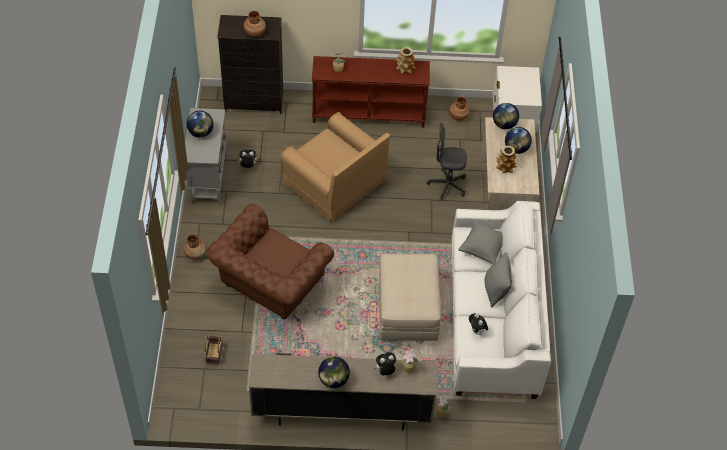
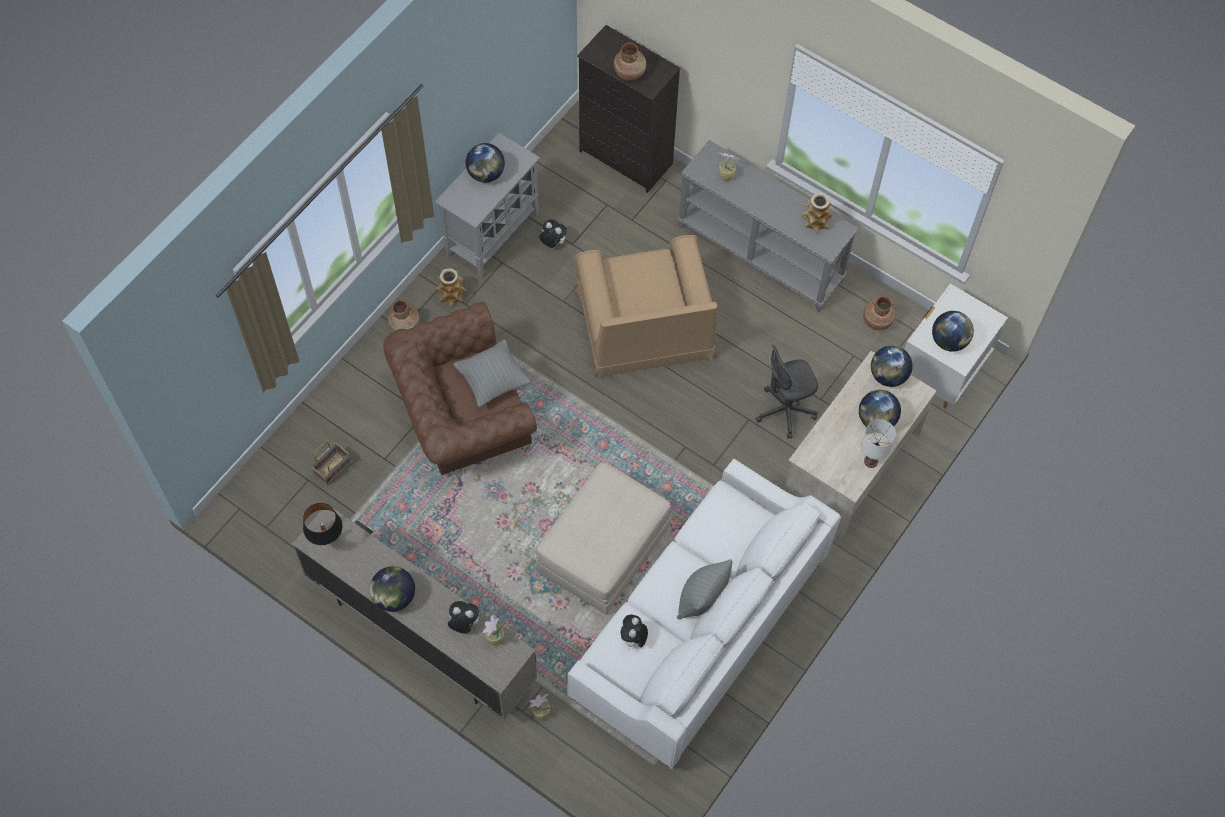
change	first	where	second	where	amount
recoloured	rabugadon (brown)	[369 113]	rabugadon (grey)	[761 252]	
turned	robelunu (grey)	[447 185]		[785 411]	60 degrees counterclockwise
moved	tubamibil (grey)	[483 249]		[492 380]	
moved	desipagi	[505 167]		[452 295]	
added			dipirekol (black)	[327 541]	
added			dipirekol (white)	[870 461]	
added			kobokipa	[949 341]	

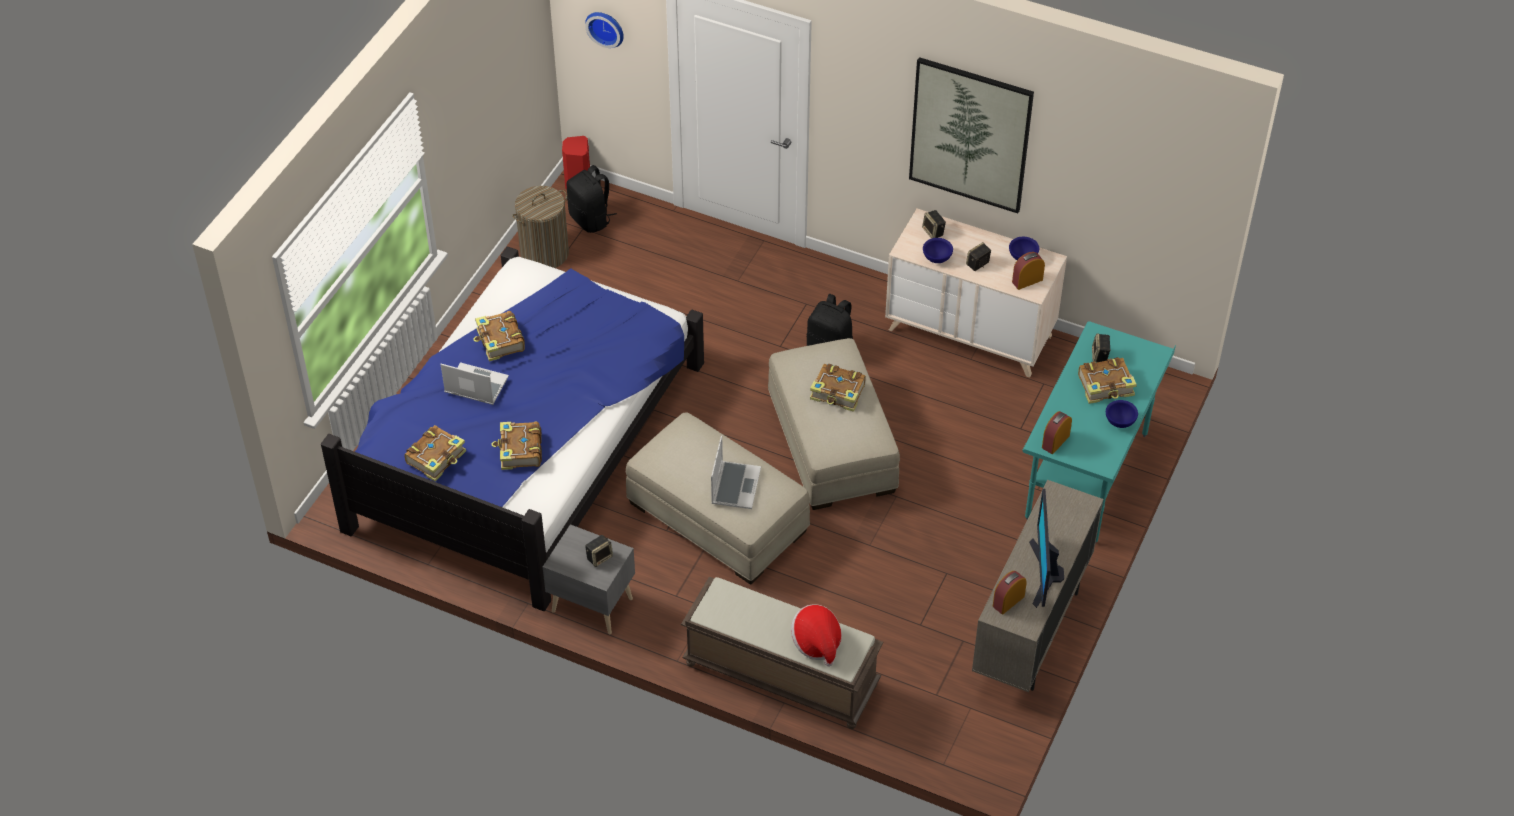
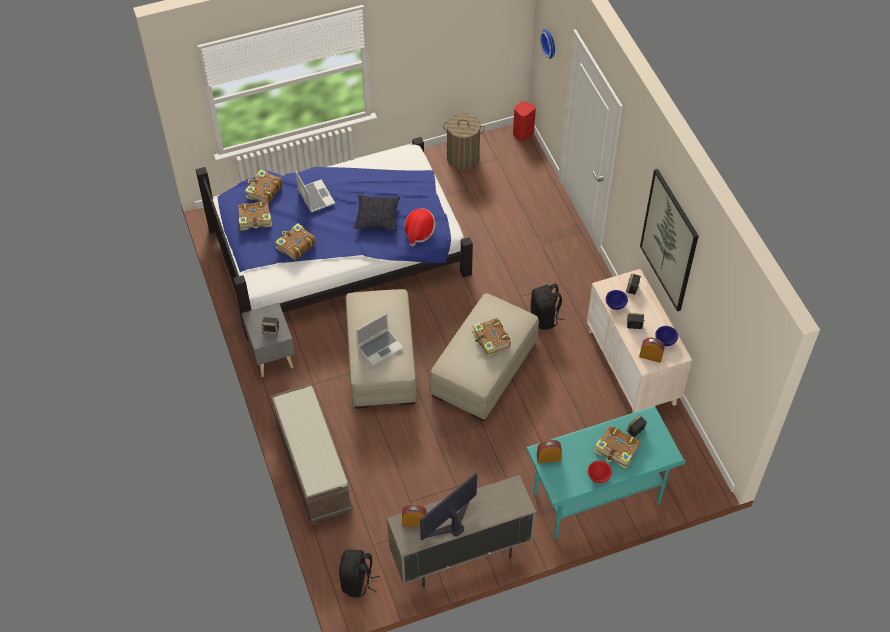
change	first	where	second	where	amount
moved	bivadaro	[500 342]		[263 191]	
moved	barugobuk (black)	[591 219]		[357 582]	
moved	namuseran	[816 643]		[419 232]	
recoloured	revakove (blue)	[1119 421]	revakove (red)	[598 476]	
added			tubamibil	[377 217]	

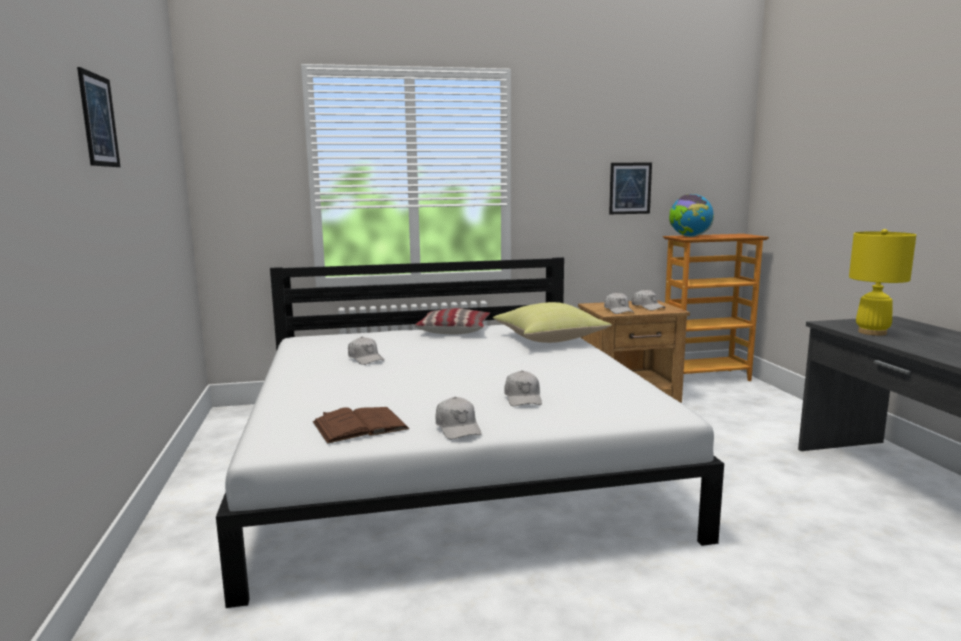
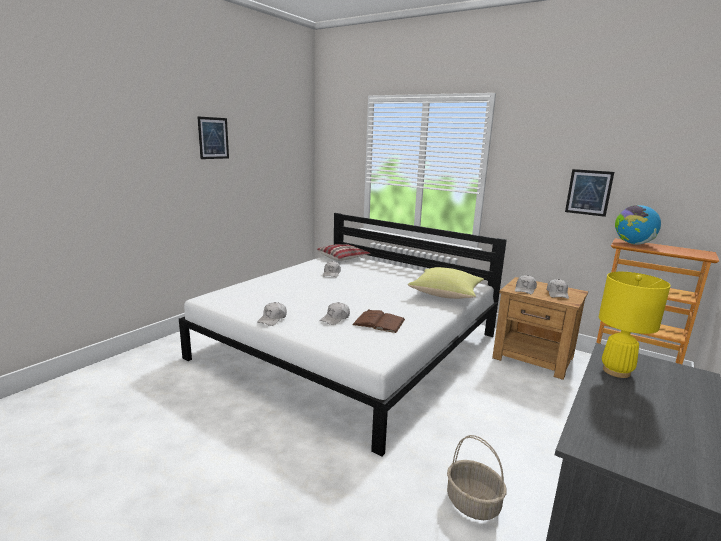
change	first	where	second	where	amount
moved	bivadaro (brown)	[360 425]		[379 322]	
moved	tubamibil	[454 330]		[343 257]	
added			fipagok	[473 503]	

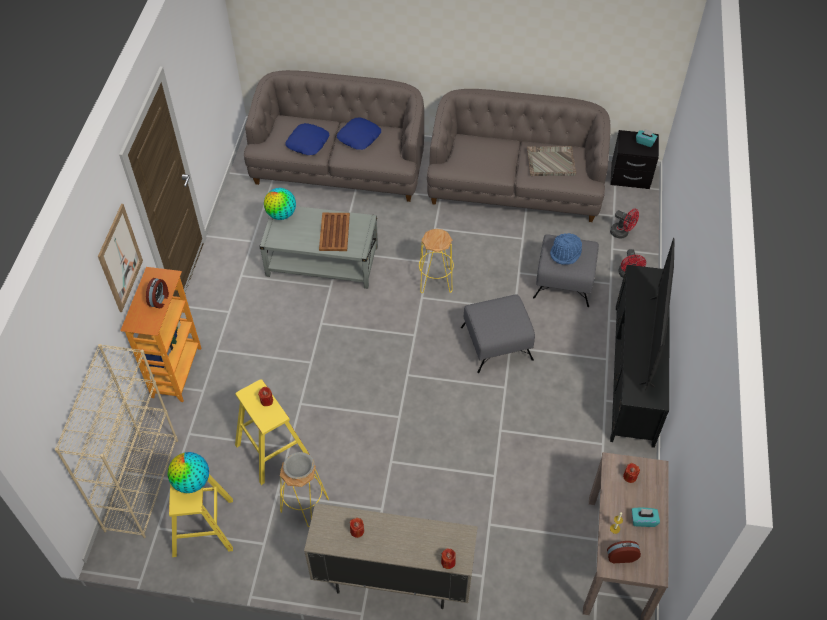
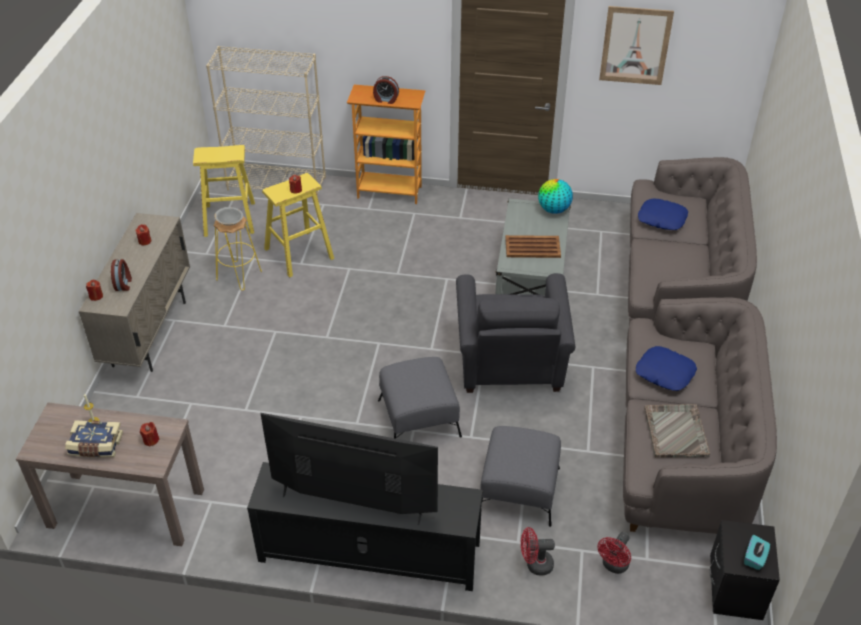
change	first	where	second	where	amount
moved	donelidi	[120 258]		[635 45]	
removed	kobokipa	[192 482]			
moved	tubamibil (blue)	[359 137]		[664 373]	
replaced	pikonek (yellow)	[435 281]	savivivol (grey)	[509 366]	
removed	namuseran (blue)	[565 253]			
moved	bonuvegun	[621 556]		[124 284]	
replaced	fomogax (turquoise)	[643 520]	bivadaro	[96 446]	

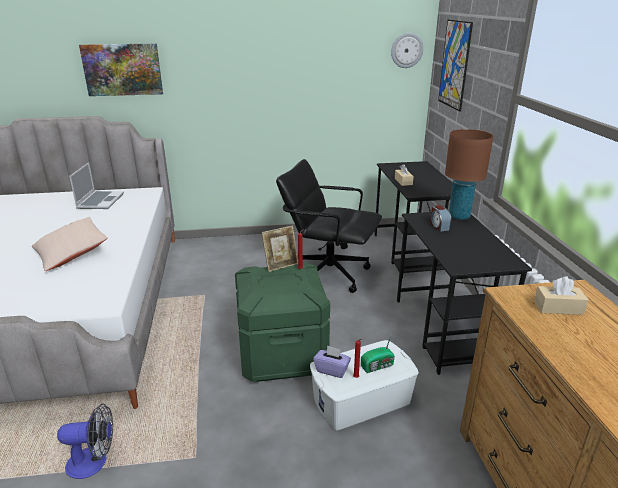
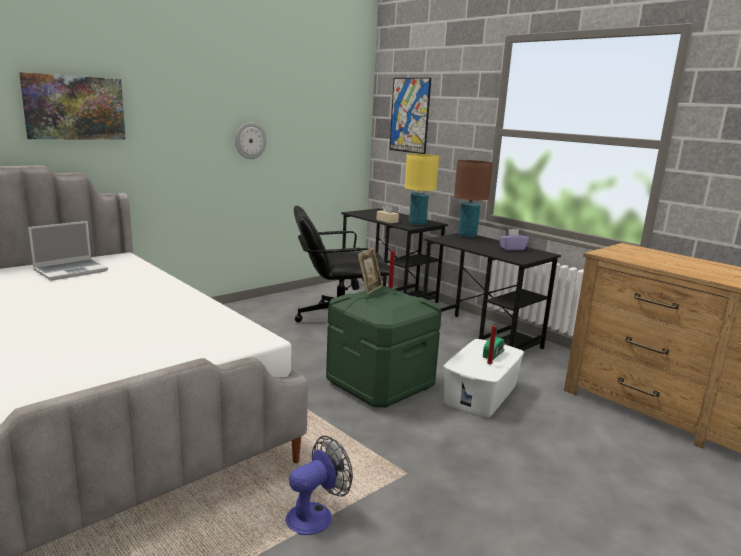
change	first	where	second	where	amount
removed	tubamibil (beige)	[71 253]			
turned	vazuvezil	[100 201]		[71 270]	75 degrees clockwise
moved	fomogax (purple)	[332 370]		[512 248]	
moved	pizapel	[406 50]		[250 140]	
removed	bonuvegun	[439 226]			
removed	fomogax (beige)	[558 307]			
added			dipirekol (yellow)	[417 223]	

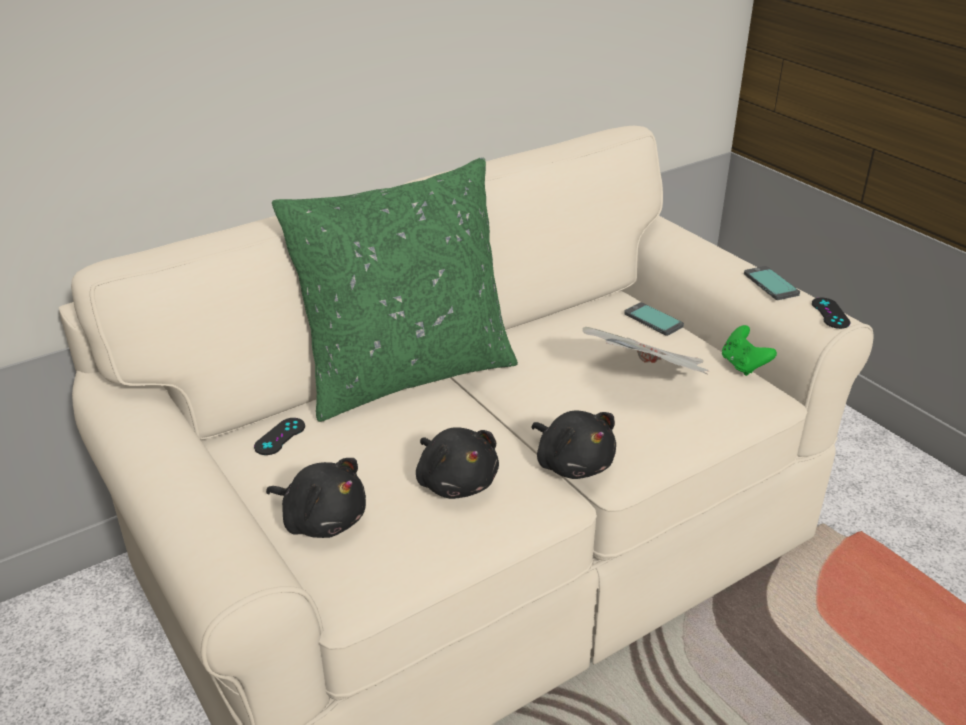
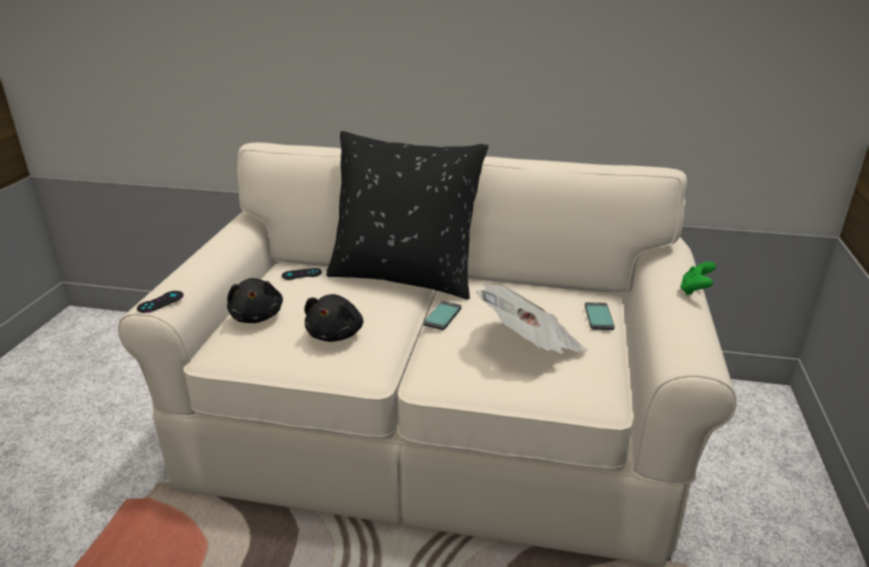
change	first	where	second	where	amount
recoloured	tubamibil (green)	[407 374]	tubamibil (black)	[405 276]	
removed	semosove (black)	[572 463]			
moved	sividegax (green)	[743 365]		[695 290]	
moved	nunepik	[770 284]		[442 316]	
moved	sividegax (black)	[830 313]		[160 302]	

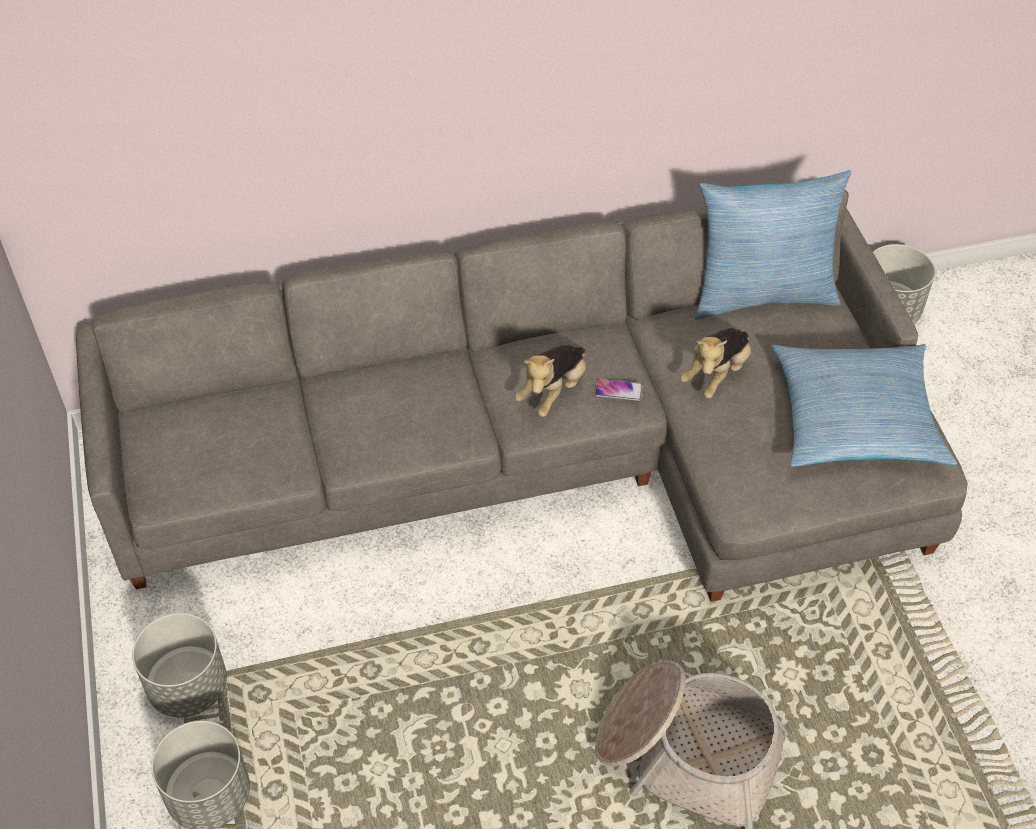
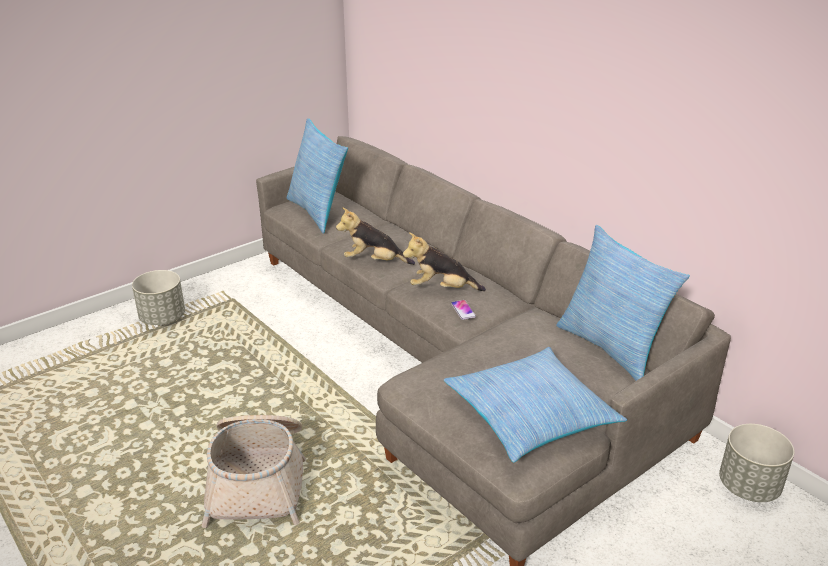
change	first	where	second	where	amount
removed	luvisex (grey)	[188 687]			
moved	semosove	[716 374]		[374 261]	
added			tubamibil	[318 212]	

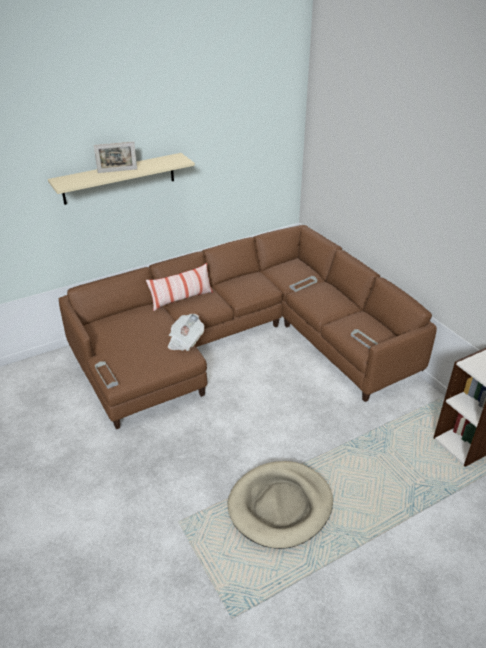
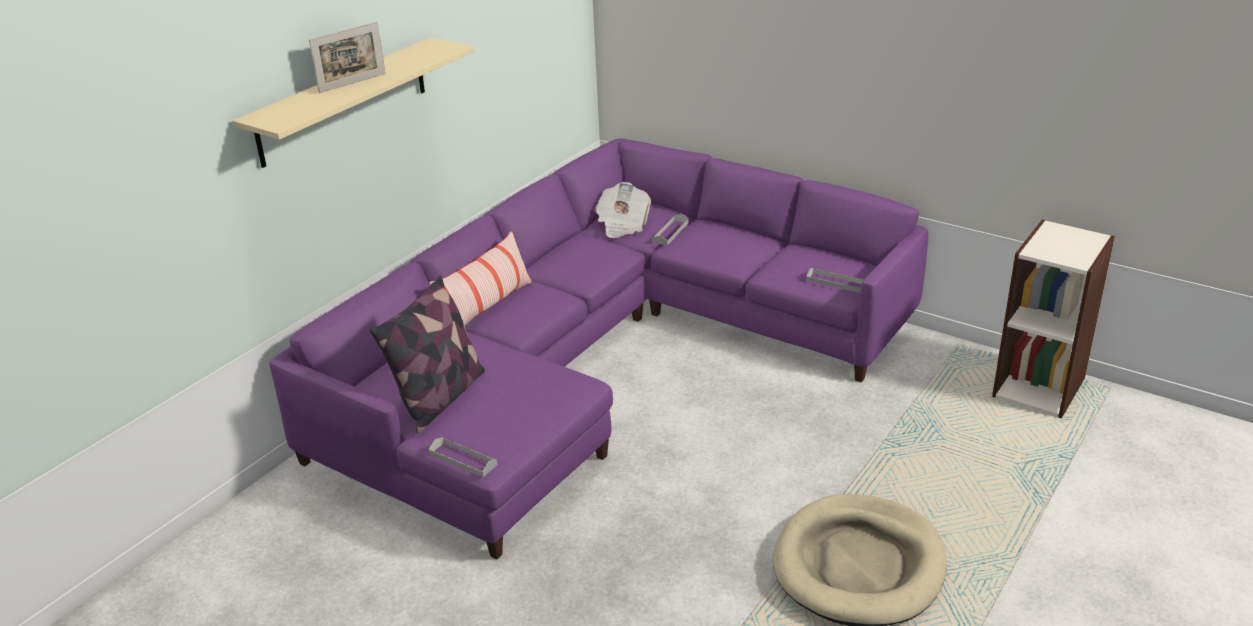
change	first	where	second	where	amount
recoloured	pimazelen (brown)	[242 341]	pimazelen (purple)	[602 358]	
moved	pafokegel	[185 341]		[622 225]	
added			tubamibil	[439 398]	

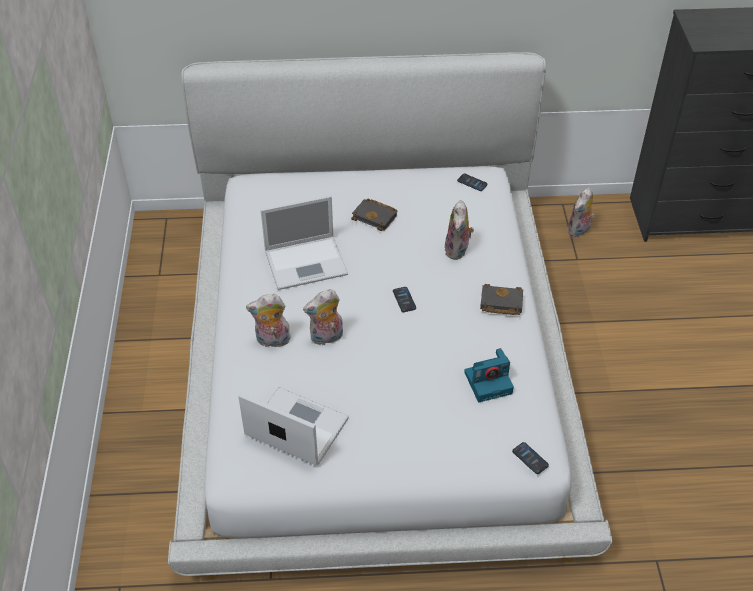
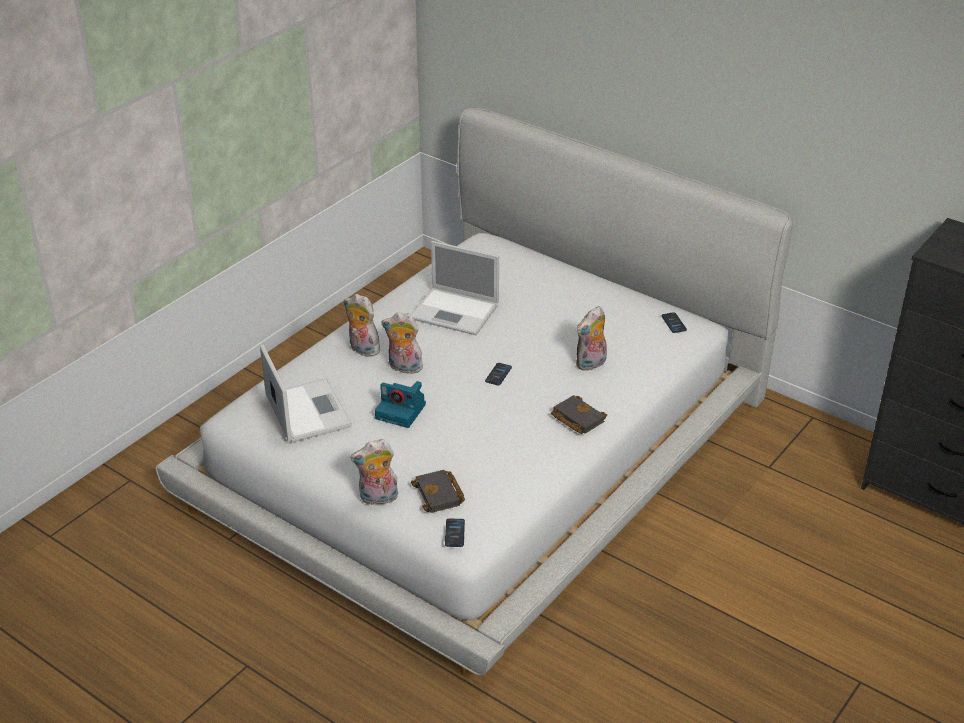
change	first	where	second	where	amount
moved	bivadaro (black)	[376 217]		[440 495]	
moved	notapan	[489 382]		[402 411]	
moved	semosove	[579 231]		[378 498]	

